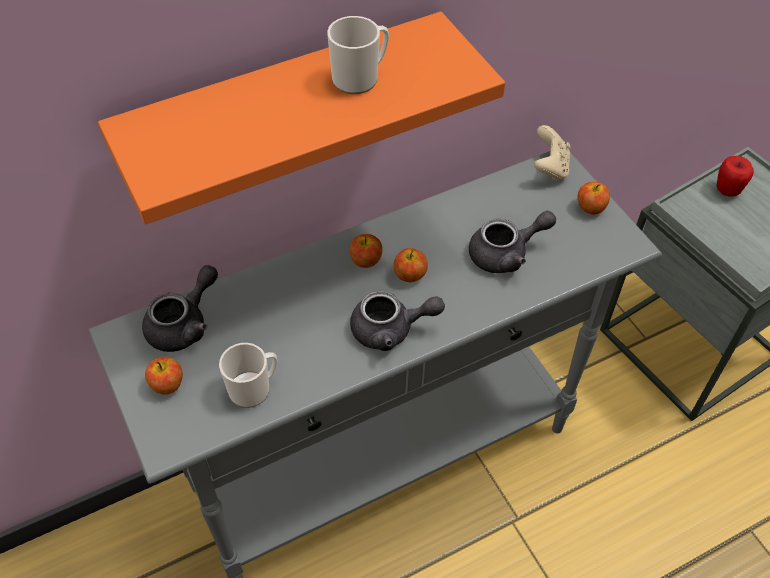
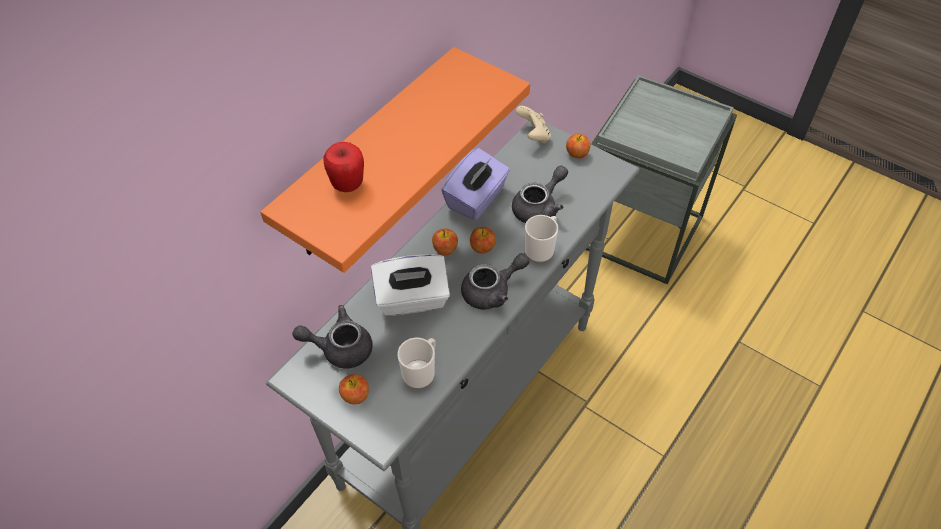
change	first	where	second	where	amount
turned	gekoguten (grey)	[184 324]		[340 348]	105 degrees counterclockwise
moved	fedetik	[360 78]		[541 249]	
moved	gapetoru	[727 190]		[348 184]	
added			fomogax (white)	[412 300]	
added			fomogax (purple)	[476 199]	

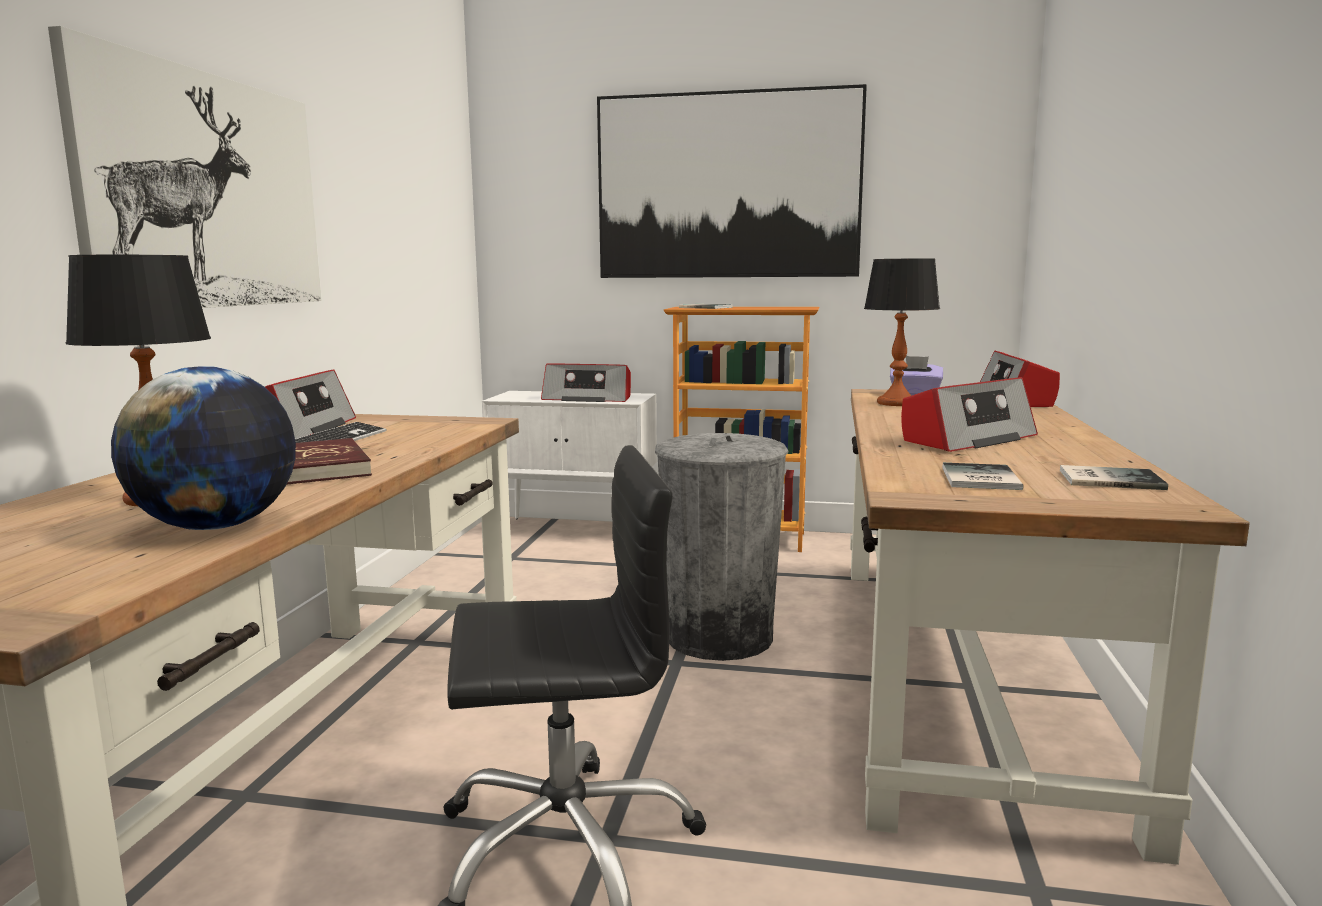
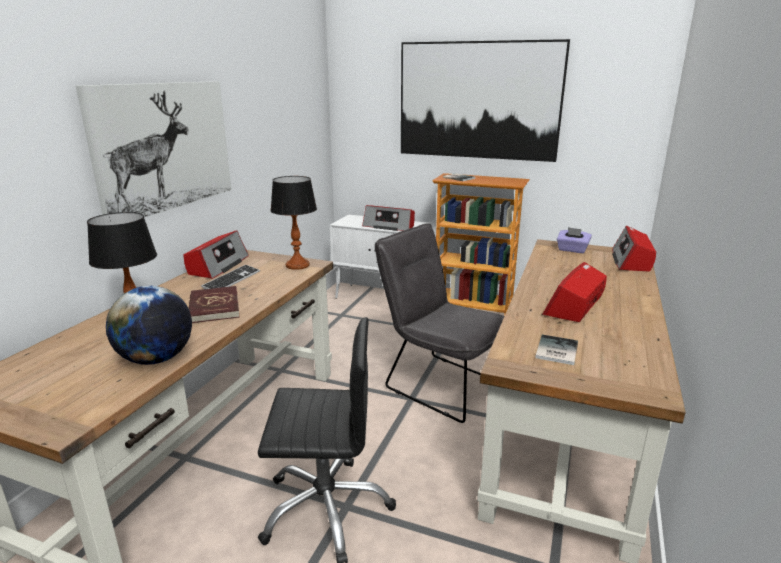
change	first	where	second	where	amount
replaced	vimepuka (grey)	[719 637]	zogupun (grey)	[439 383]	
moved	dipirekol	[896 403]		[297 265]	
turned	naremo	[967 439]		[574 305]	150 degrees clockwise
removed	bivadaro	[1107 479]			

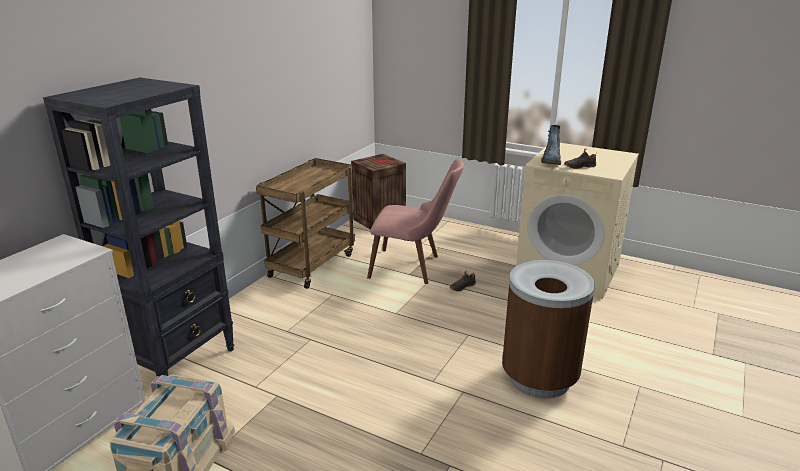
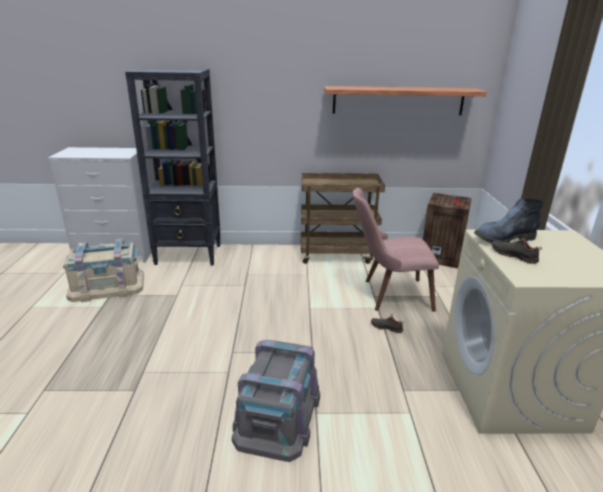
change	first	where	second	where	amount
turned	zogupun (pink)	[414 267]		[388 295]	105 degrees clockwise
replaced	vimepuka (brown)	[539 378]	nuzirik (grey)	[279 414]	
added			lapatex	[398 100]	

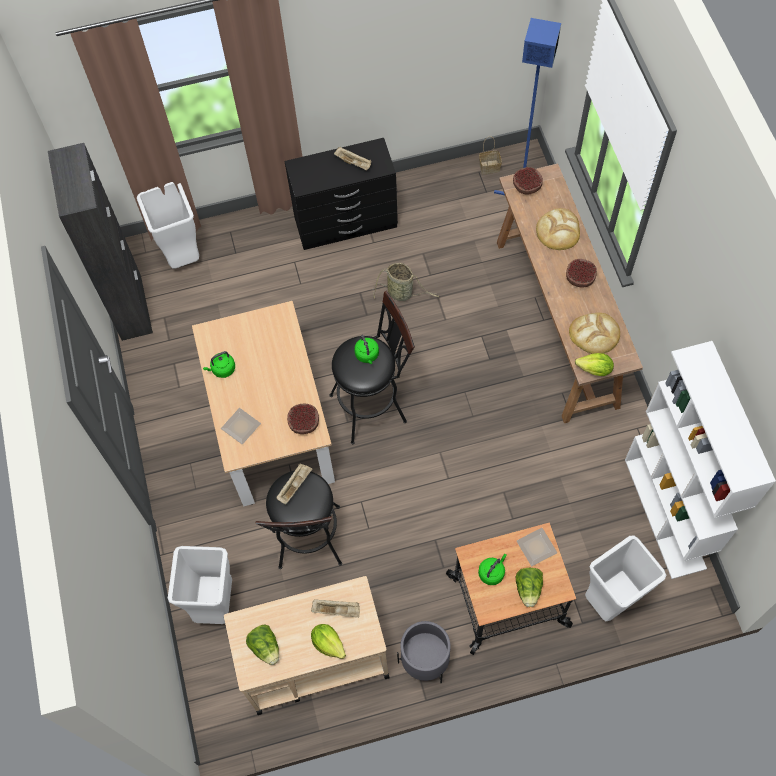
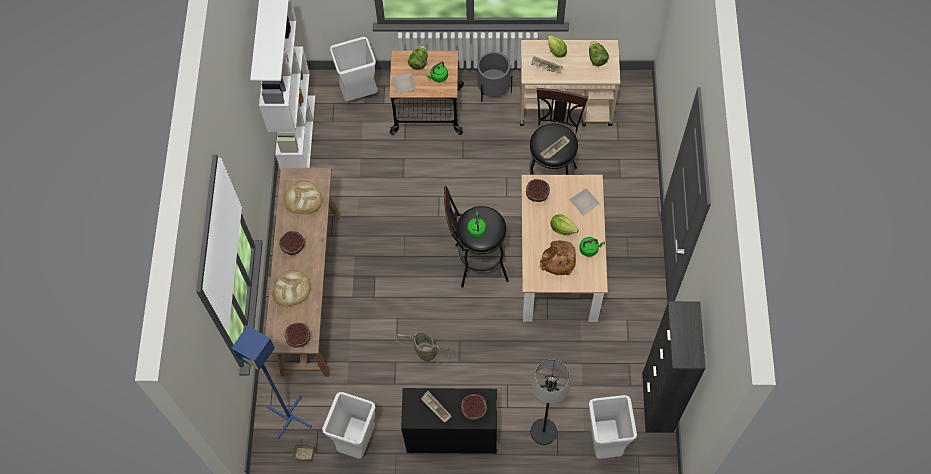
change	first	where	second	where	amount
moved	vimepuka (white)	[215 604]		[357 440]	
moved	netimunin	[595 370]		[562 228]	
added			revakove	[473 409]	
added			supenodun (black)	[543 432]	
added			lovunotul	[558 260]	

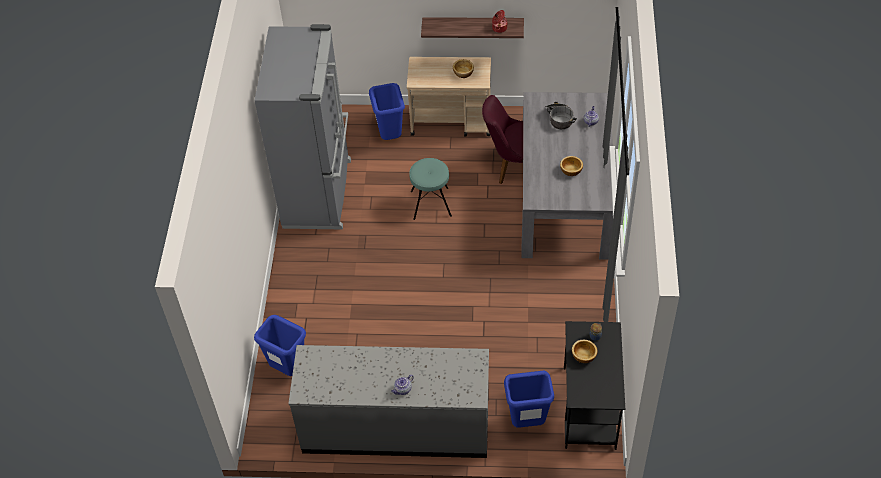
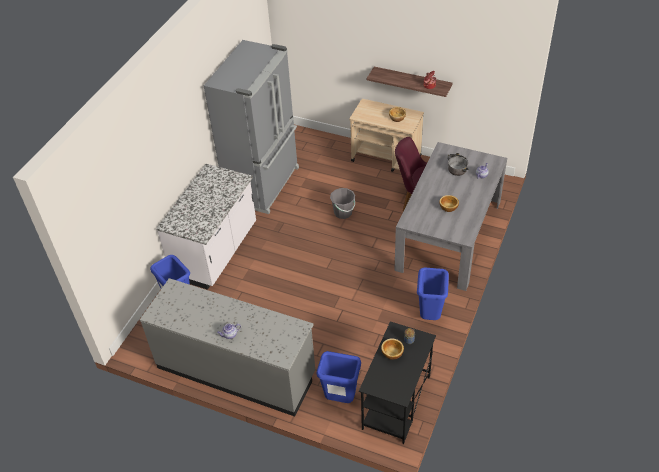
change	first	where	second	where	amount
moved	vimepuka (blue)	[390 136]		[430 315]	
replaced	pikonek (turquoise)	[431 203]	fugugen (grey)	[343 213]	
added			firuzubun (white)	[216 251]	

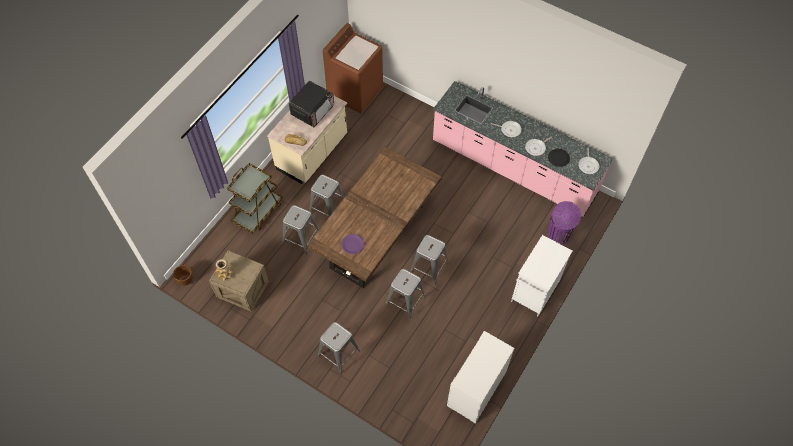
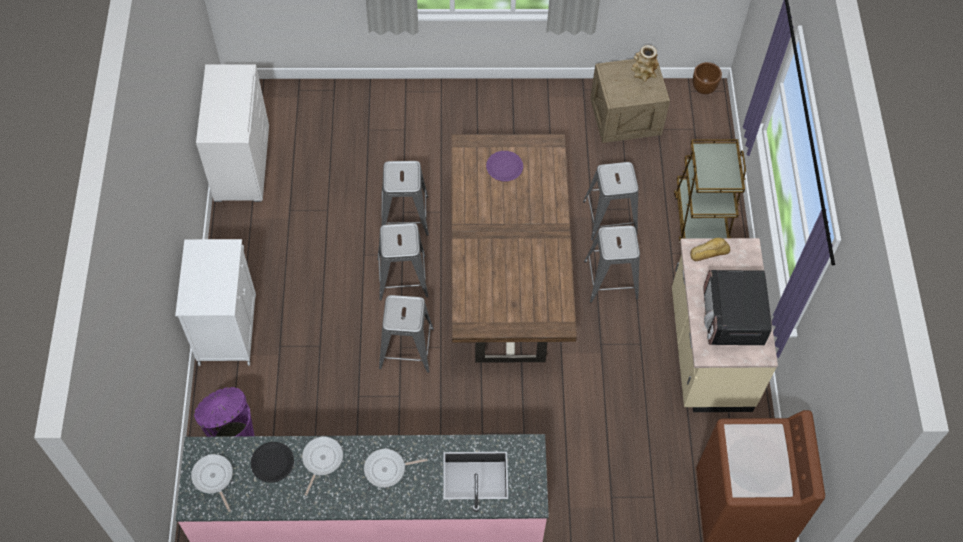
change	first	where	second	where	amount
moved	pikonek (grey)	[339 353]		[406 348]	

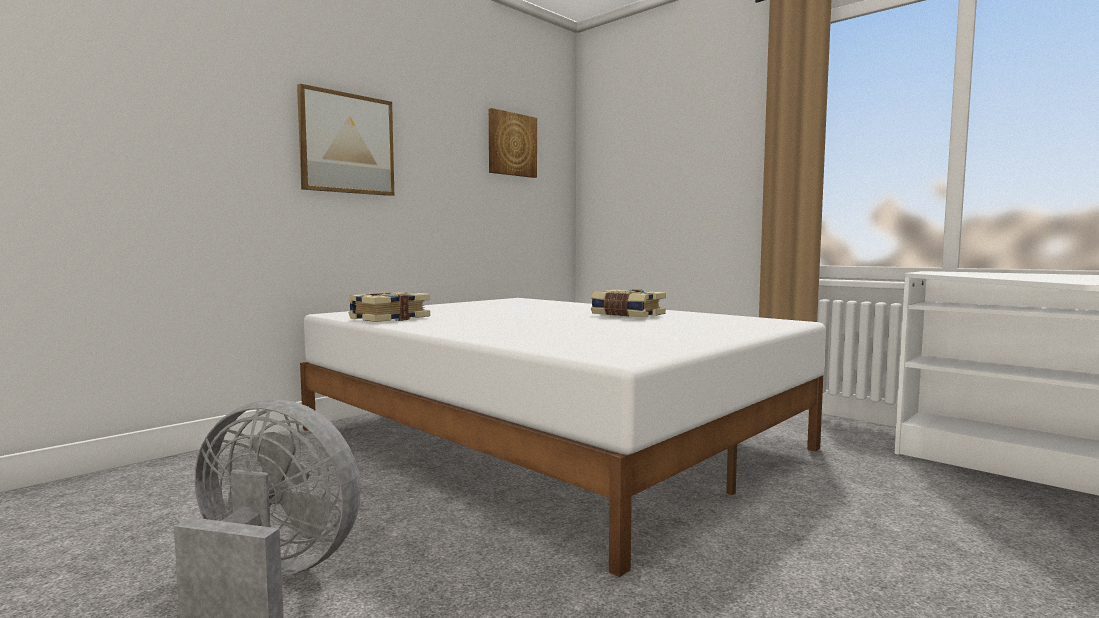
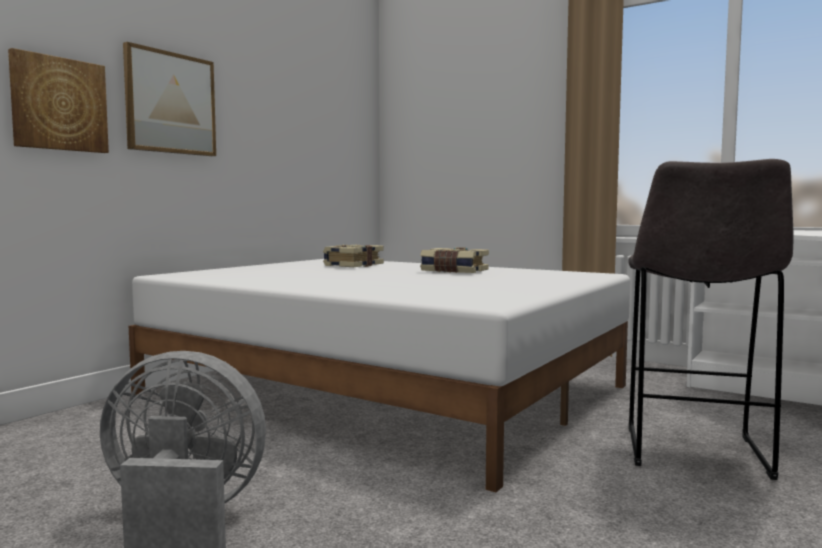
change	first	where	second	where	amount
moved	bivadaro	[389 318]		[352 265]	
moved	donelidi	[511 144]		[59 104]	
added			pikonek (grey)	[695 453]	

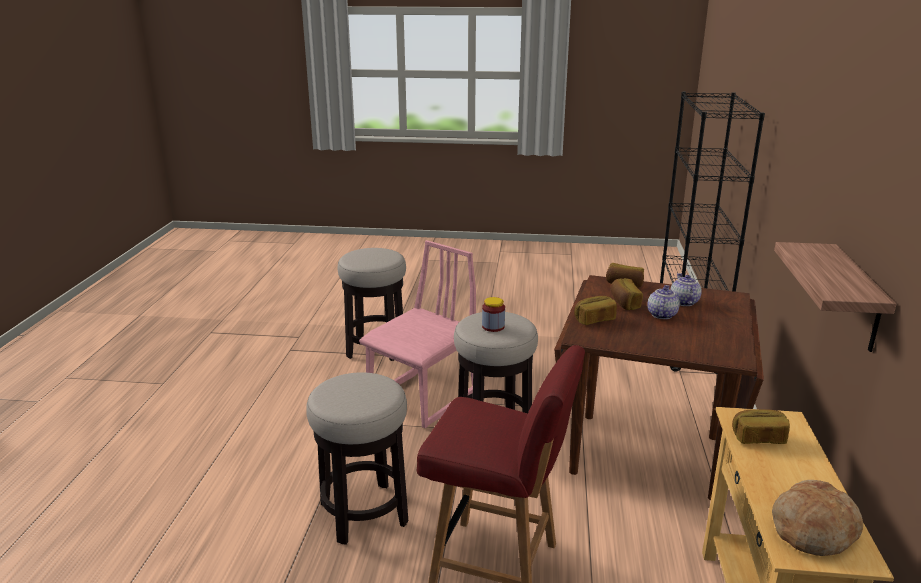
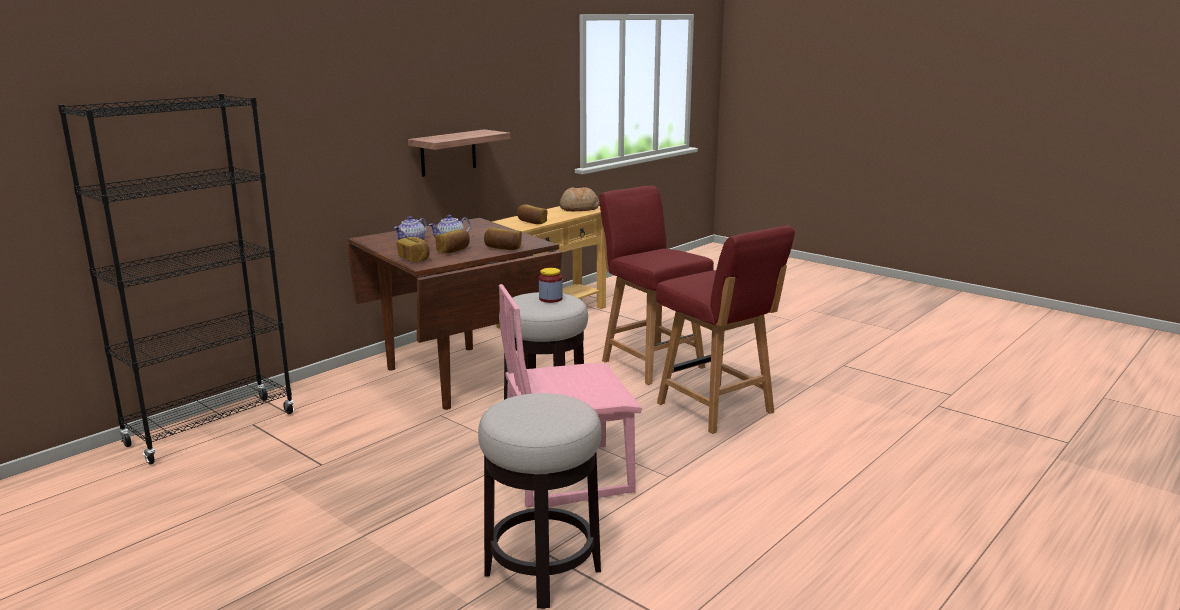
change	first	where	second	where	amount
replaced	pikonek	[364 513]	zogupun (red)	[716 409]	

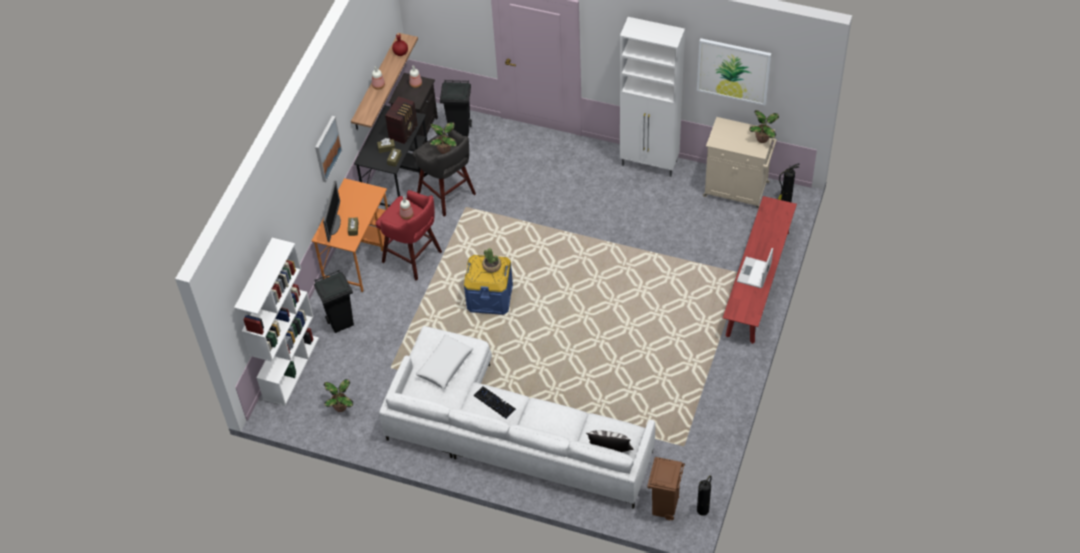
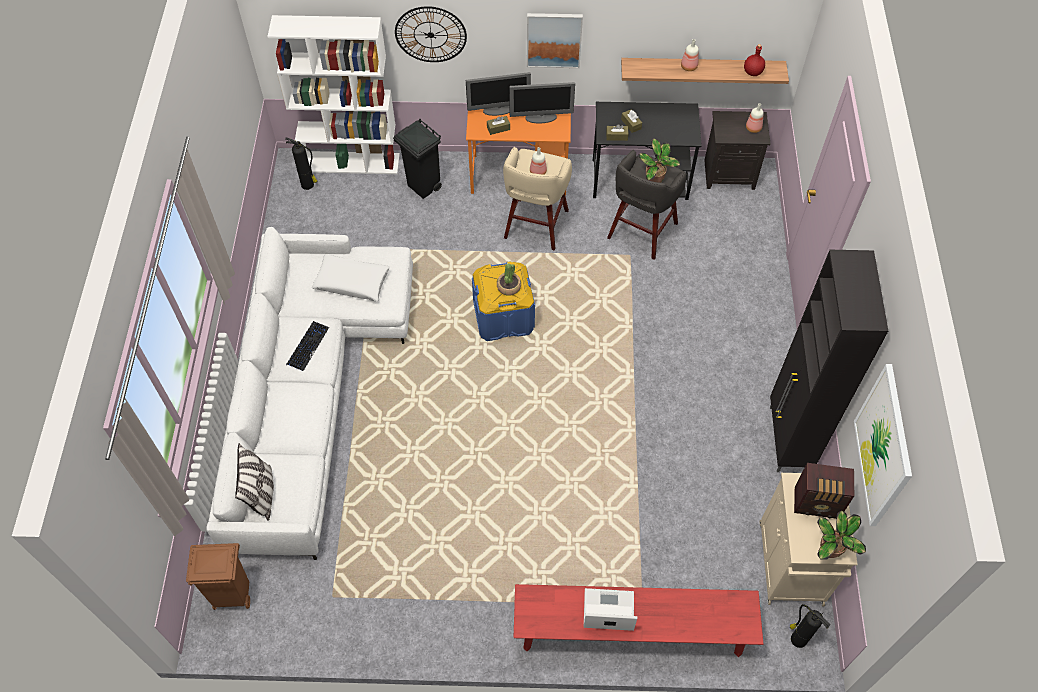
change	first	where	second	where	amount
removed	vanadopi	[341 406]			
recoloured	pikonek (red)	[413 258]	pikonek (beige)	[535 226]	
moved	naremo	[404 131]		[817 504]	
removed	vimepuka (black)	[460 129]			
recoloured	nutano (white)	[650 163]	nutano (black)	[788 440]	
moved	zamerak	[703 509]		[308 185]	
added			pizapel	[430 34]	
added			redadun	[541 117]	

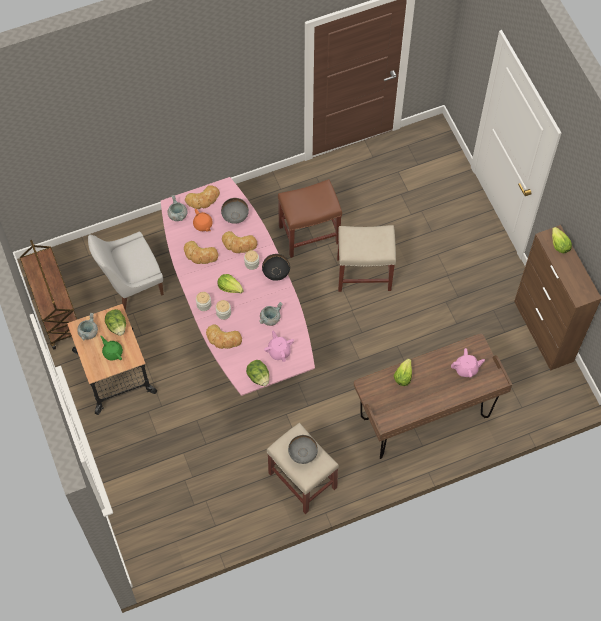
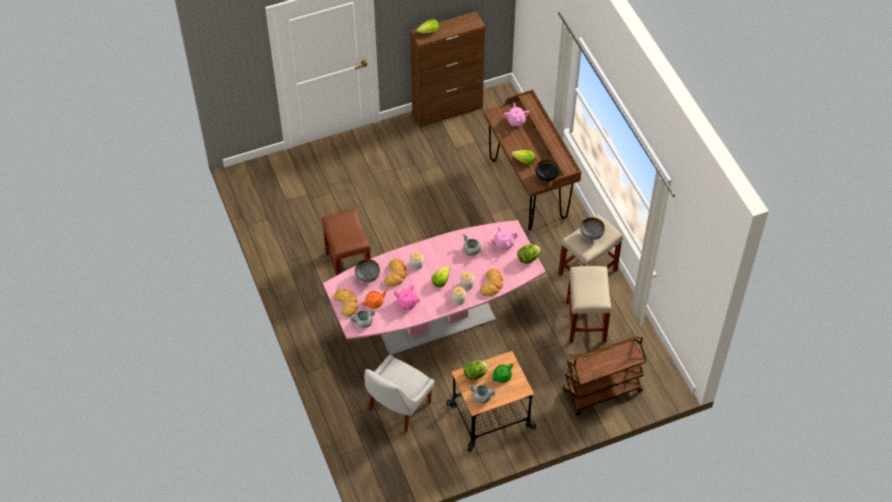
change	first	where	second	where	amount
moved	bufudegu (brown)	[56 311]		[601 392]	
turned	zogupun (white)	[131 284]		[397 407]	60 degrees clockwise
replaced	lovunotul	[200 255]	gekoguten (pink)	[406 303]	
moved	revakove (black)	[276 273]		[546 178]	
moved	pikonek (beige)	[364 273]		[585 321]	

